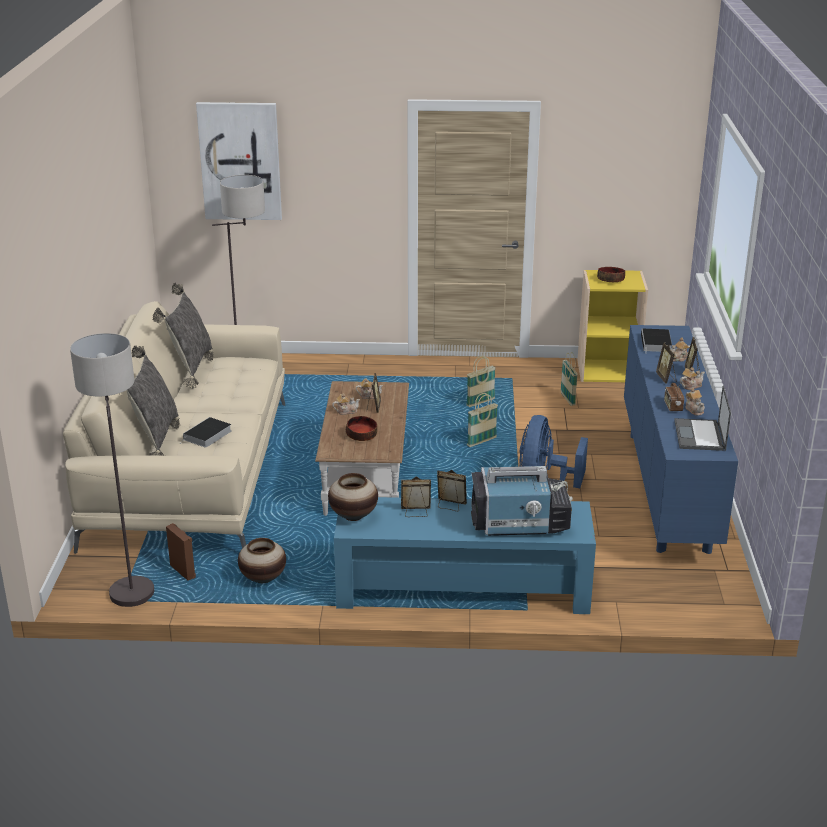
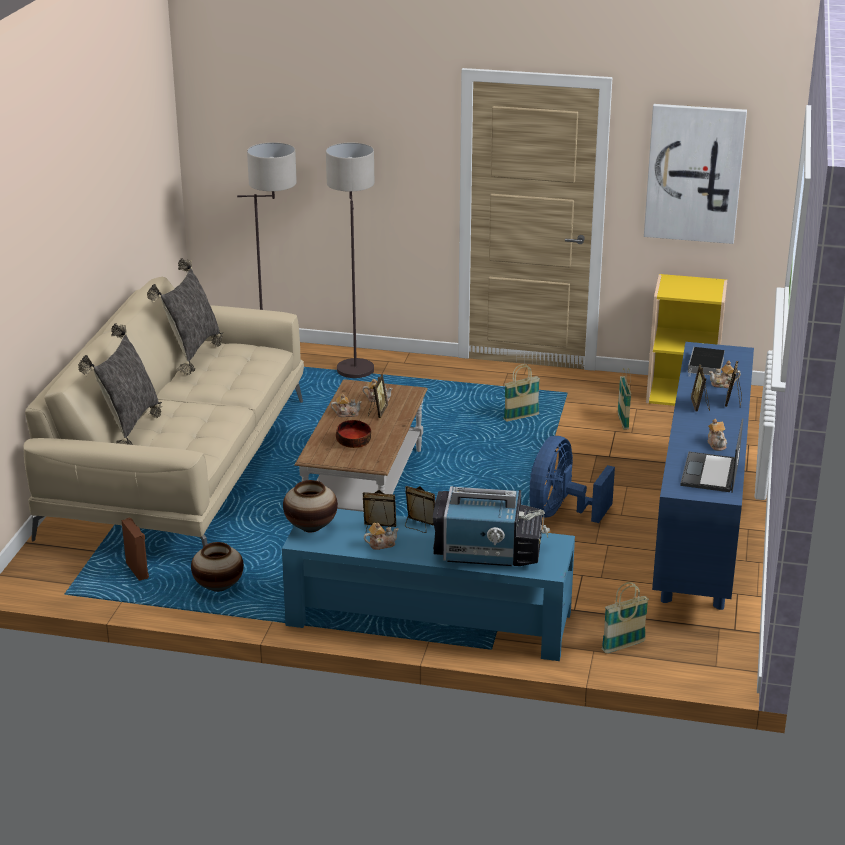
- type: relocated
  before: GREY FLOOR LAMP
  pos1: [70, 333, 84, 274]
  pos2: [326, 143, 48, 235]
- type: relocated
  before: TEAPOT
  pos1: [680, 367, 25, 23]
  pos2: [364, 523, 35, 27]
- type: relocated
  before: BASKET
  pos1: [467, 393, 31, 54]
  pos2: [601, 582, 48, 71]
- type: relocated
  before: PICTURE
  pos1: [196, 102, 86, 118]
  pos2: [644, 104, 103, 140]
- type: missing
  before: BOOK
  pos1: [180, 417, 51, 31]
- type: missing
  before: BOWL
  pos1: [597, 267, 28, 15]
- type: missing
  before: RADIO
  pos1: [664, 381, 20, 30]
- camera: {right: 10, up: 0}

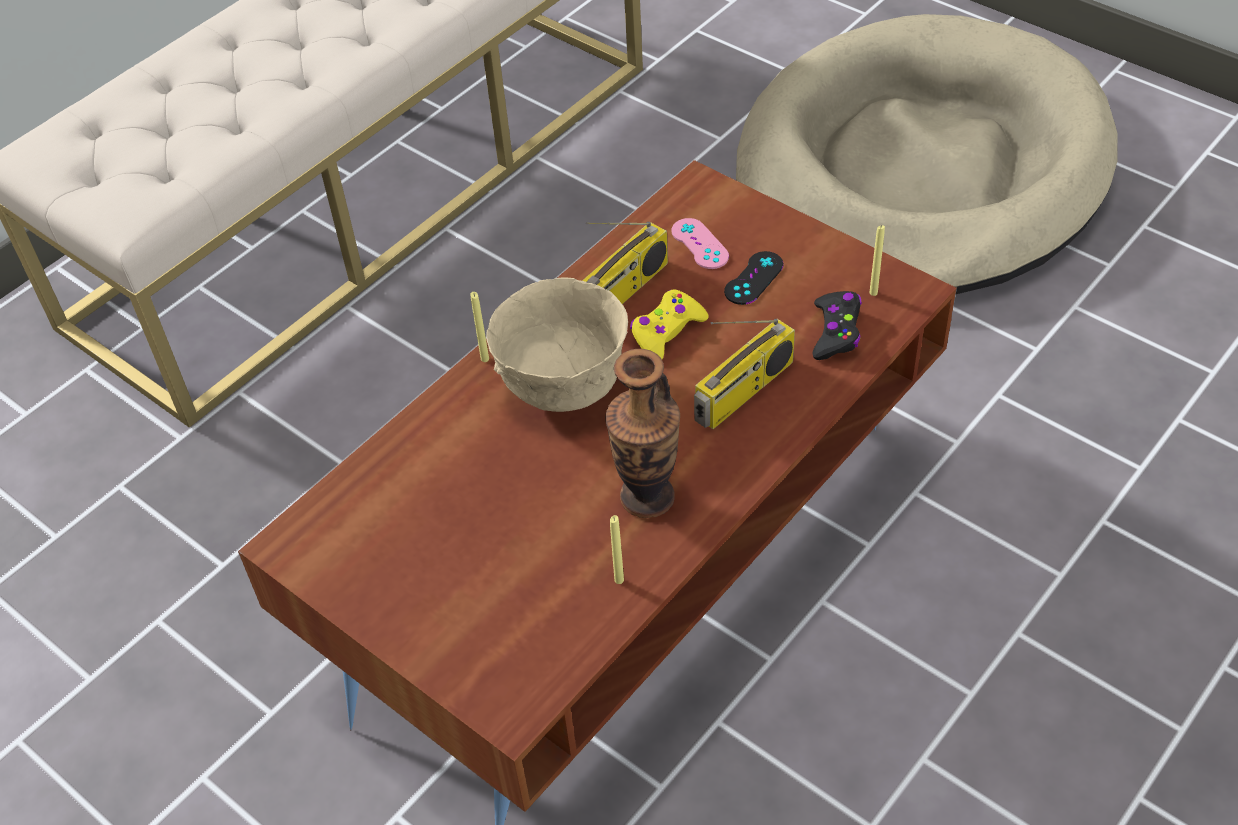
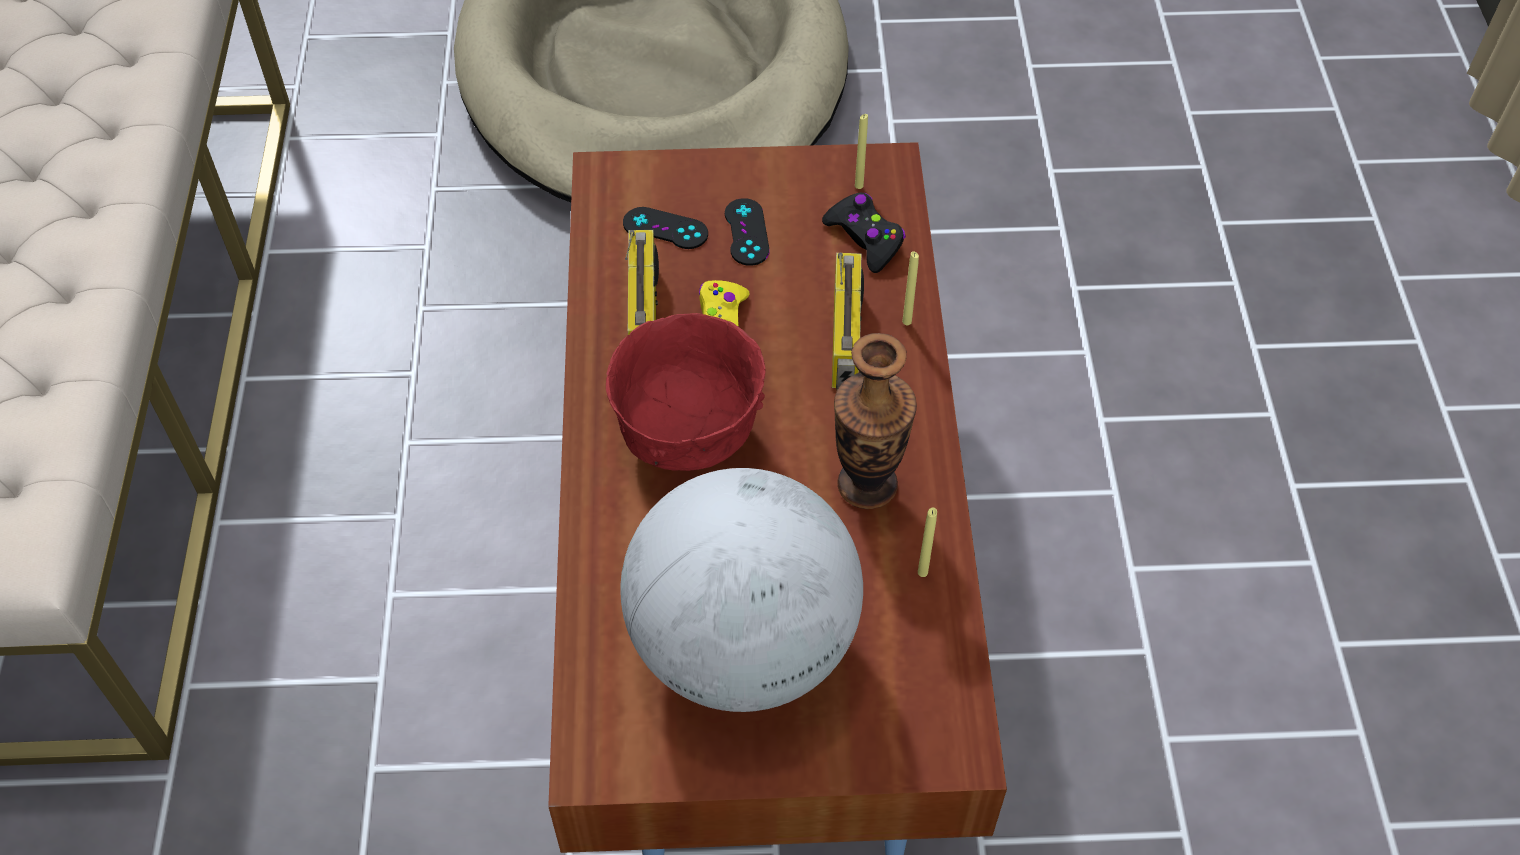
- type: colour
  before: BEIGE BOWL
  after: RED BOWL
  pos1: [486, 277, 142, 135]
  pos2: [606, 313, 159, 158]
- type: appeared
  after: GLOBE
  pos2: [620, 468, 243, 244]
- type: colour
  before: PINK GAME CONTROLLER
  after: BLACK GAME CONTROLLER
  pos1: [671, 218, 58, 51]
  pos2: [623, 207, 85, 42]
- type: relocated
  before: YELLOW CANDLE
  pos1: [470, 292, 19, 70]
  pos2: [902, 251, 17, 74]
- camera: {right: -45, up: 5}

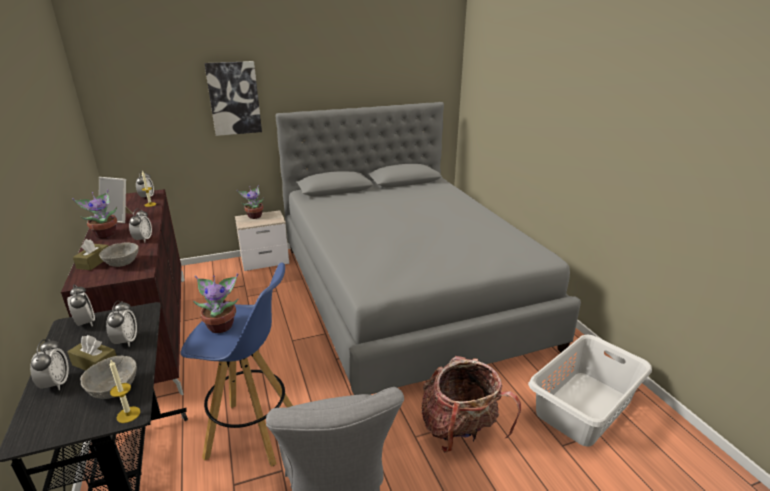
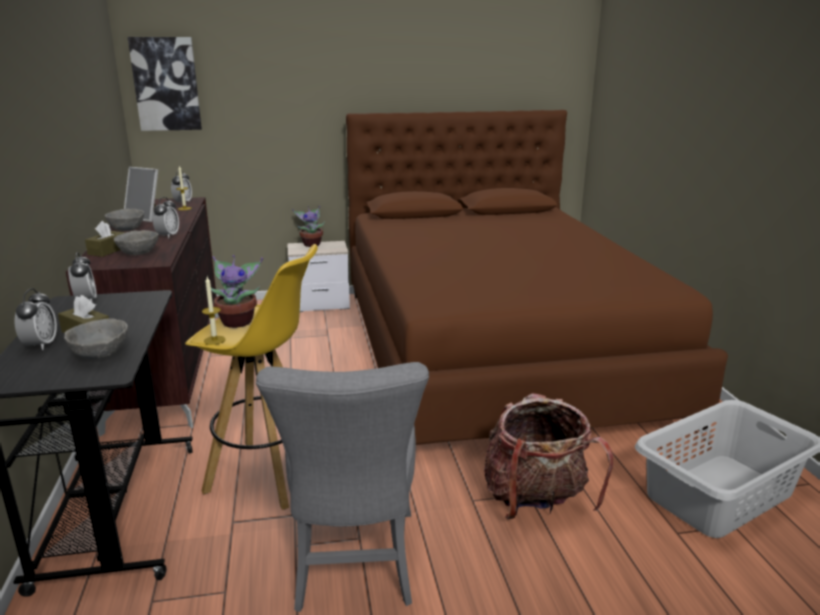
- type: exchanged
  before: POTTED PLANT
  after: GREY BOWL
  pos1: [72, 190, 45, 48]
  pos2: [104, 209, 40, 22]
- type: relocated
  before: PICTURE
  pos1: [204, 61, 58, 75]
  pos2: [128, 37, 74, 94]
- type: colour
  before: BLUE STOOL
  after: YELLOW STOOL
  pos1: [181, 262, 112, 205]
  pos2: [185, 244, 133, 266]
- type: relocated
  before: CANDLE
  pos1: [110, 360, 30, 63]
  pos2: [202, 277, 24, 68]
- type: colour
  before: GREY BED
  after: BROWN BED
  pos1: [276, 102, 305, 293]
  pos2: [346, 110, 382, 335]
- type: missing
  before: ALARM CLOCK
  pos1: [106, 301, 31, 46]
- camera: {right: 10, up: -5}

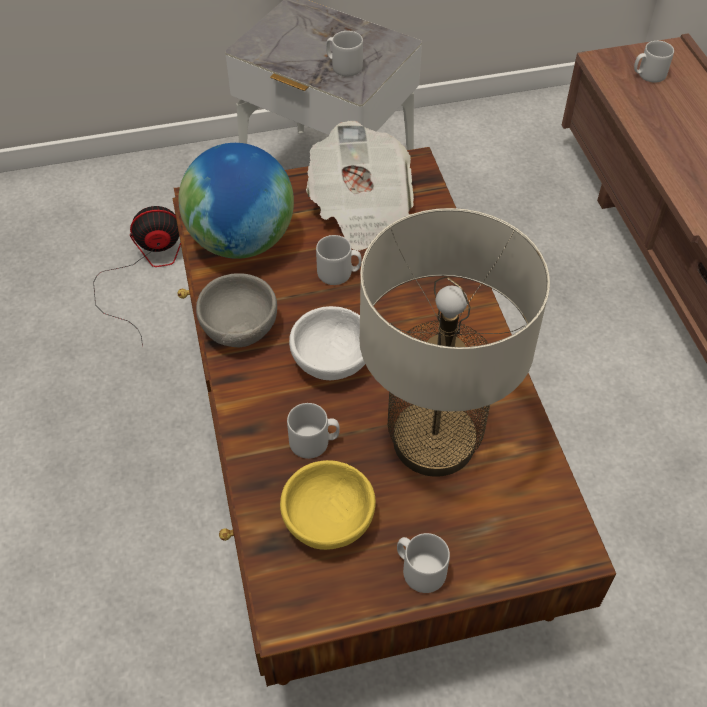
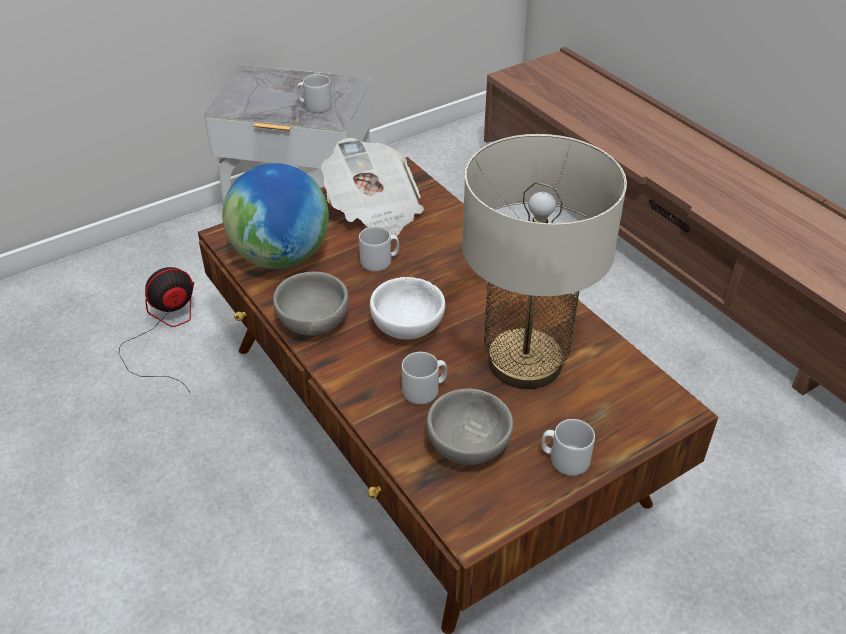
- type: colour
  before: YELLOW BOWL
  after: GREY BOWL
  pos1: [280, 460, 96, 90]
  pos2: [426, 388, 87, 77]
- type: missing
  before: GREY MUG
  pos1: [634, 41, 40, 41]
- camera: {right: -20, up: -10}

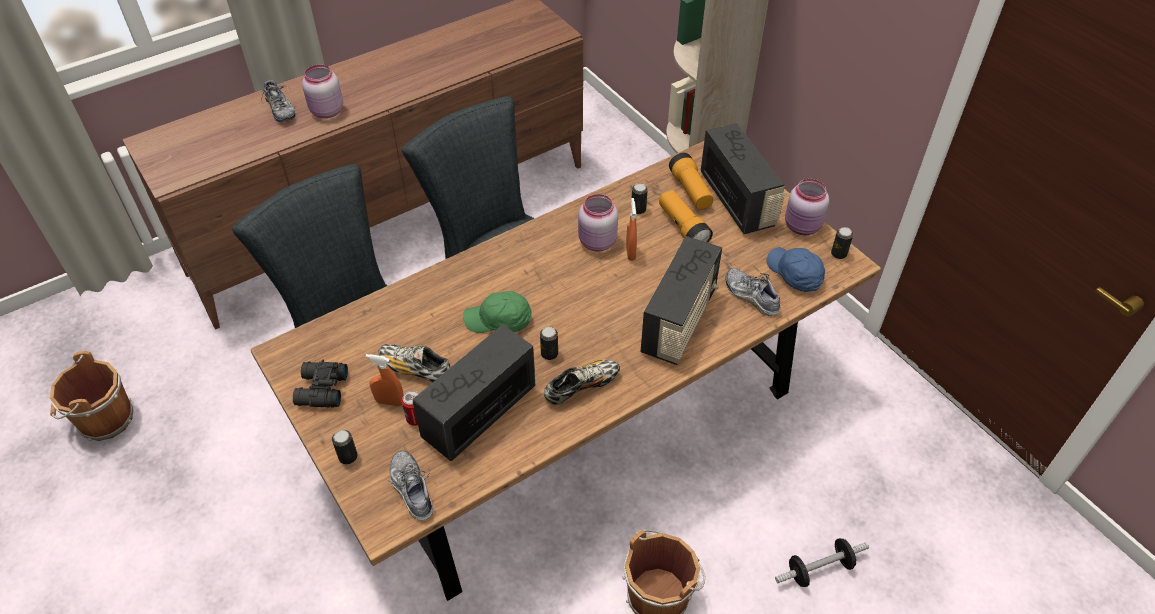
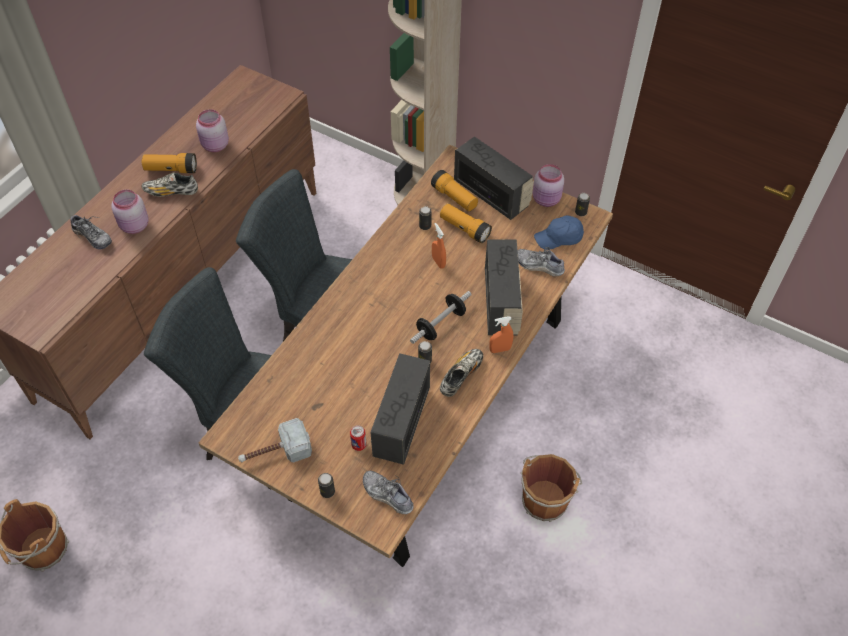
- type: appeared
  after: FLASHLIGHT
  pos2: [142, 153, 55, 20]
- type: relocated
  before: SHOE
  pos1: [378, 344, 73, 39]
  pos2: [142, 173, 56, 24]
- type: relocated
  before: PINK JAR
  pos1: [578, 194, 40, 57]
  pos2: [196, 109, 33, 43]
- type: exchanged
  before: BLACK BINOCULARS
  after: HAMMER
  pos1: [293, 359, 55, 48]
  pos2: [238, 418, 74, 44]
- type: relocated
  before: DUMBBELL
  pos1: [775, 538, 94, 49]
  pos2: [410, 291, 62, 53]
- type: relocated
  before: ORANGE SPRAY BOTTLE
  pos1: [366, 354, 38, 53]
  pos2: [489, 317, 24, 36]
- type: spun
  before: BLUE CAP
  pos1: [767, 247, 58, 45]
  pos2: [534, 215, 50, 35]
  turn: -45
- type: missing
  before: GREEN CAP
  pos1: [463, 291, 69, 42]
- camera: {right: -25, up: 5}

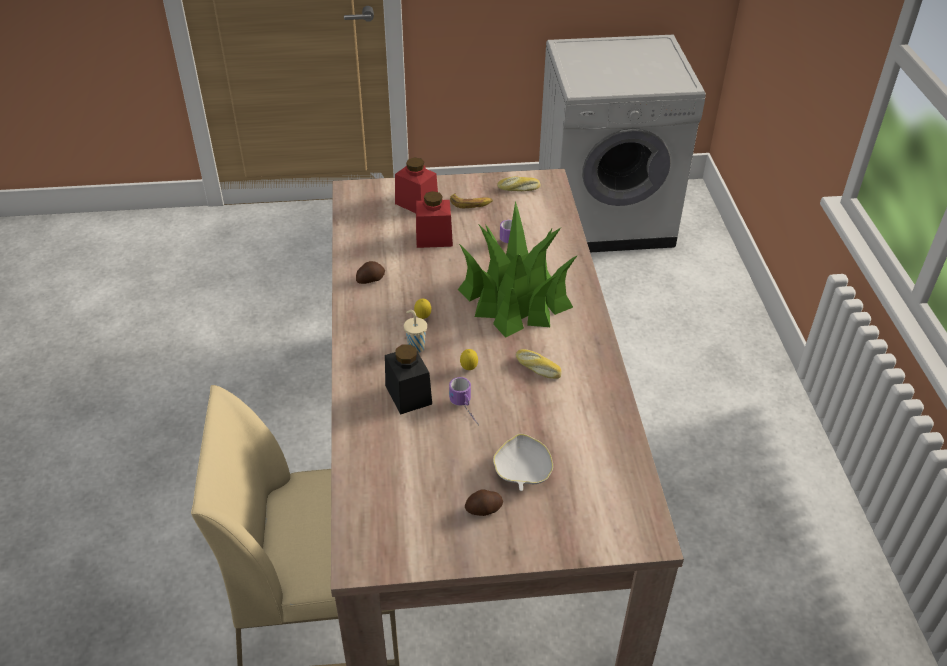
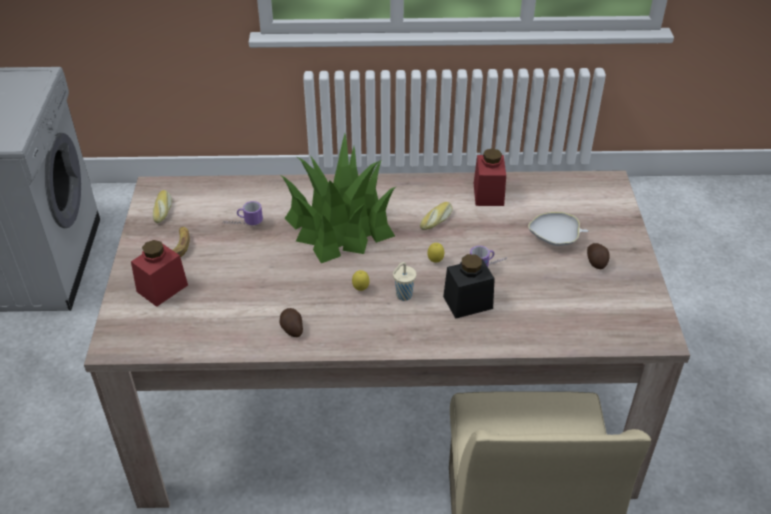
- type: relocated
  before: RED JAR
  pos1: [416, 191, 37, 57]
  pos2: [474, 148, 32, 58]
- camera: {right: -85, up: 0}

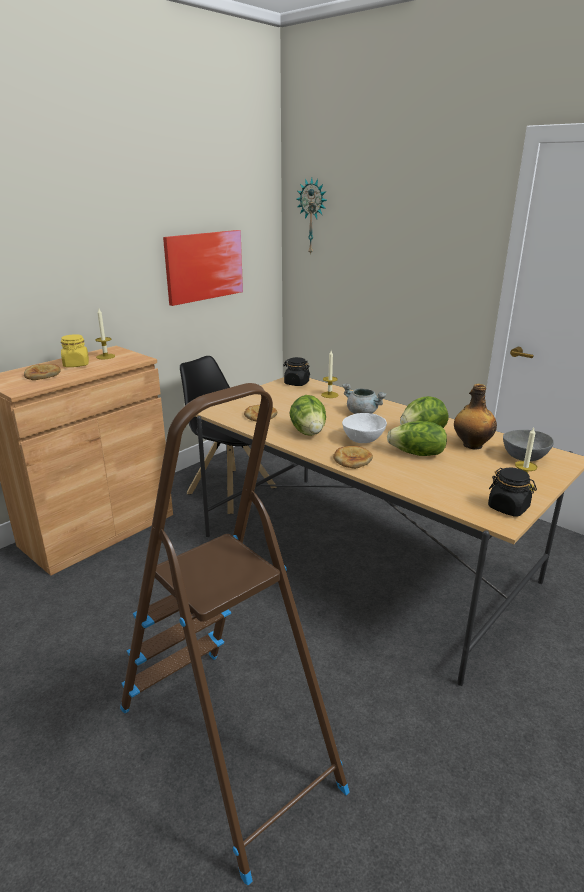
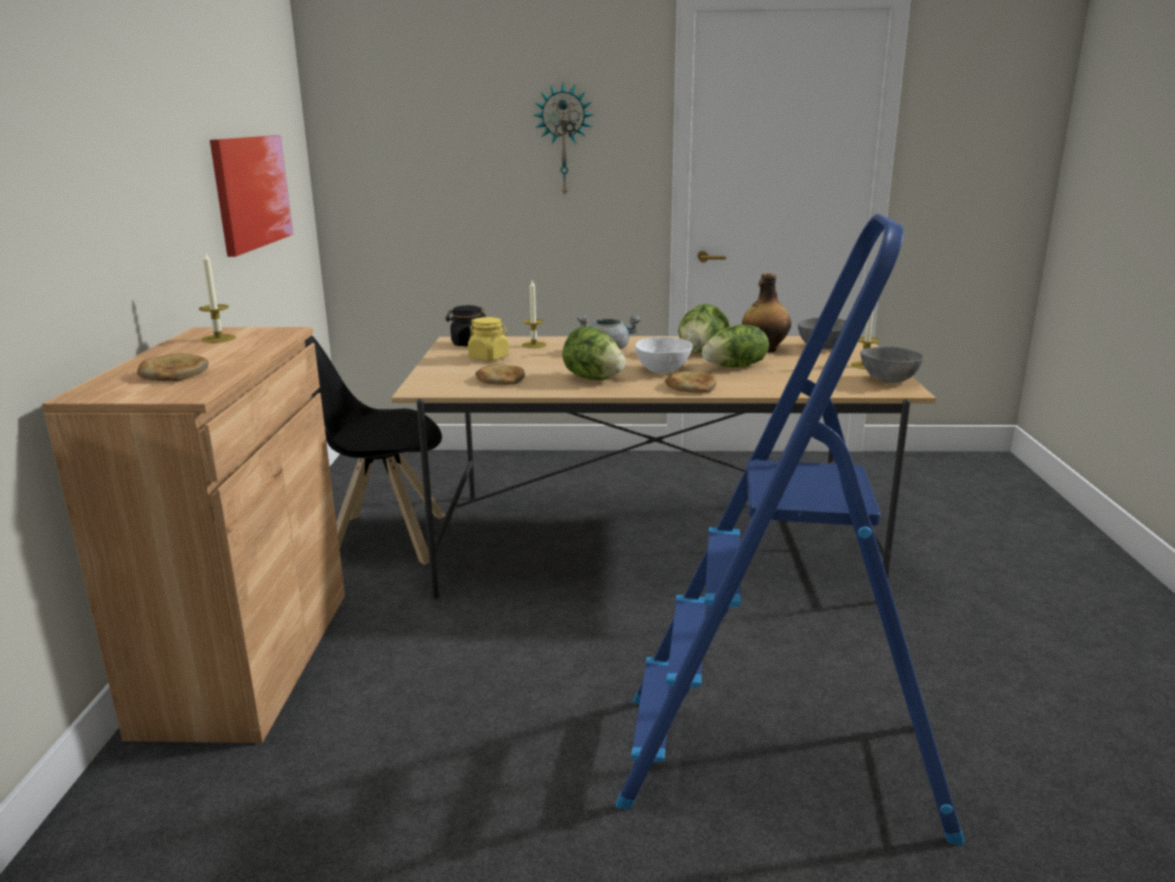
- type: relocated
  before: YELLOW JAR
  pos1: [61, 334, 28, 33]
  pos2: [468, 317, 41, 44]
- type: relocated
  before: WALL CLOCK
  pos1: [297, 178, 30, 78]
  pos2: [533, 82, 61, 114]
- type: colour
  before: BROWN STEP LADDER
  after: BLUE STEP LADDER
  pos1: [120, 383, 229, 502]
  pos2: [615, 214, 350, 631]
- type: exchanged
  before: BLACK JAR
  after: GREY BOWL
  pos1: [488, 468, 49, 49]
  pos2: [860, 347, 63, 36]
- camera: {right: -40, up: -5}

